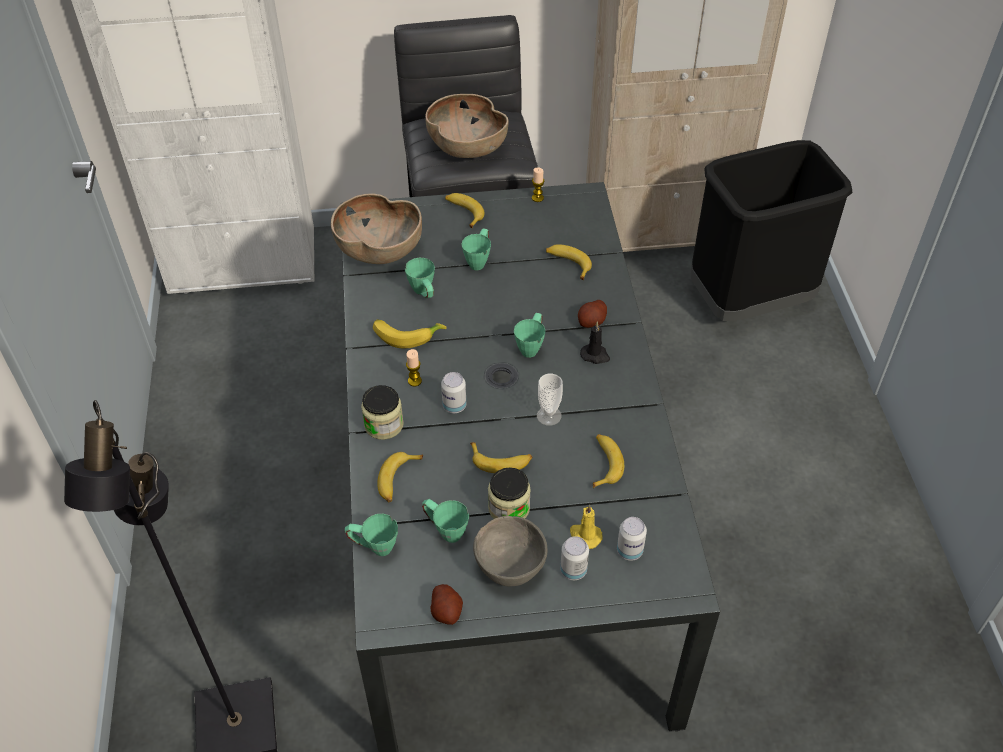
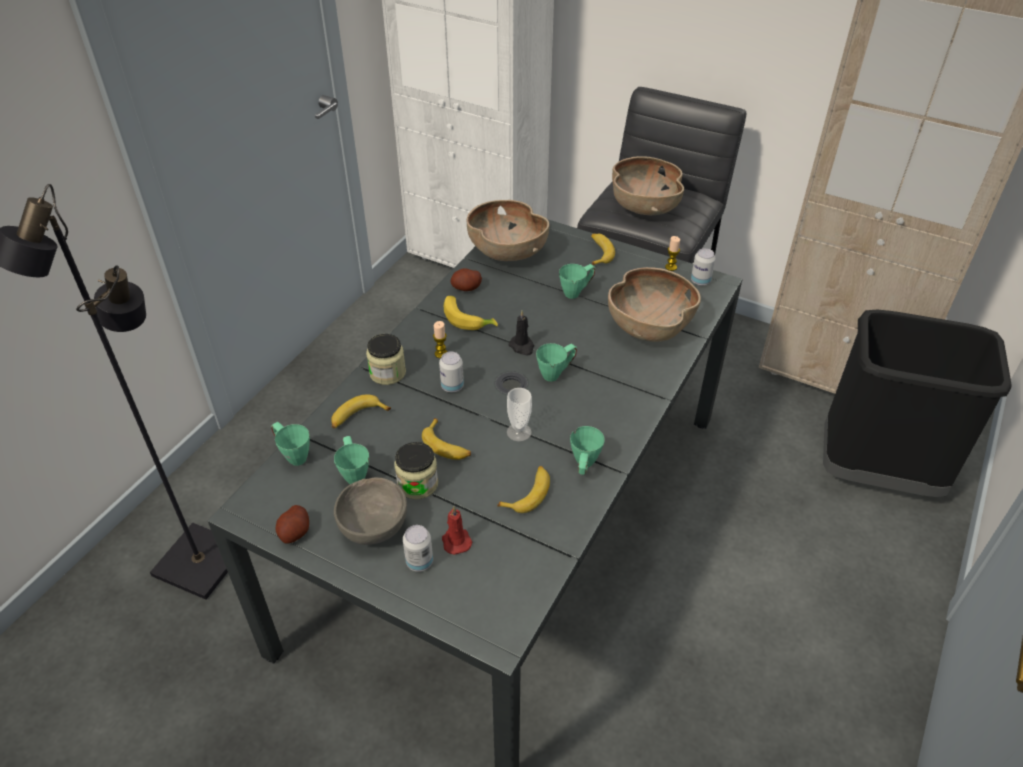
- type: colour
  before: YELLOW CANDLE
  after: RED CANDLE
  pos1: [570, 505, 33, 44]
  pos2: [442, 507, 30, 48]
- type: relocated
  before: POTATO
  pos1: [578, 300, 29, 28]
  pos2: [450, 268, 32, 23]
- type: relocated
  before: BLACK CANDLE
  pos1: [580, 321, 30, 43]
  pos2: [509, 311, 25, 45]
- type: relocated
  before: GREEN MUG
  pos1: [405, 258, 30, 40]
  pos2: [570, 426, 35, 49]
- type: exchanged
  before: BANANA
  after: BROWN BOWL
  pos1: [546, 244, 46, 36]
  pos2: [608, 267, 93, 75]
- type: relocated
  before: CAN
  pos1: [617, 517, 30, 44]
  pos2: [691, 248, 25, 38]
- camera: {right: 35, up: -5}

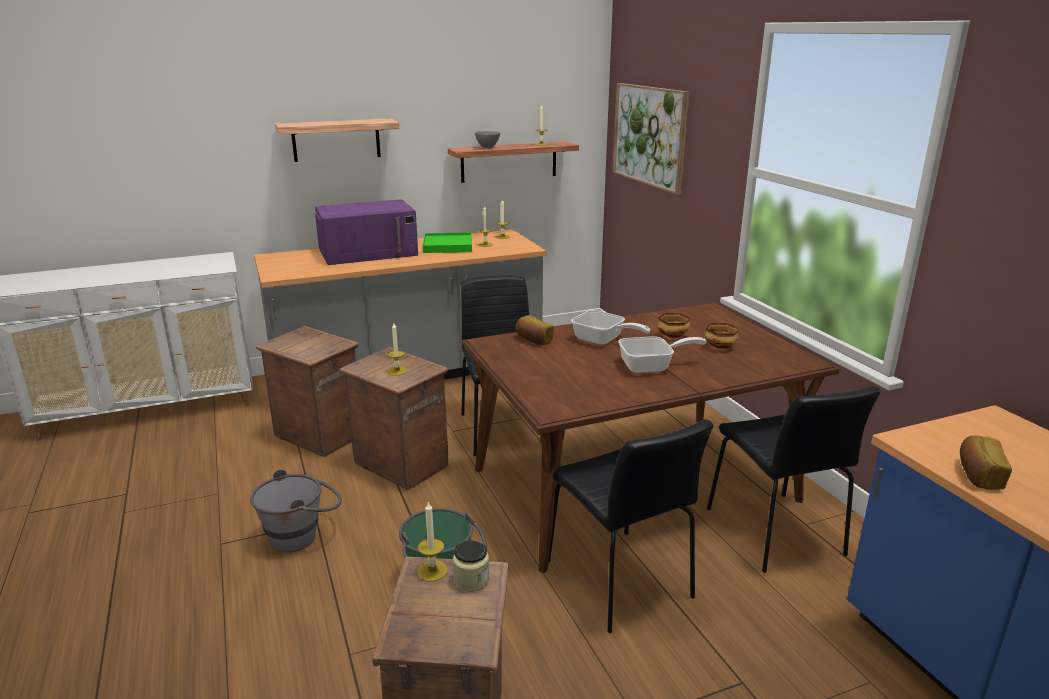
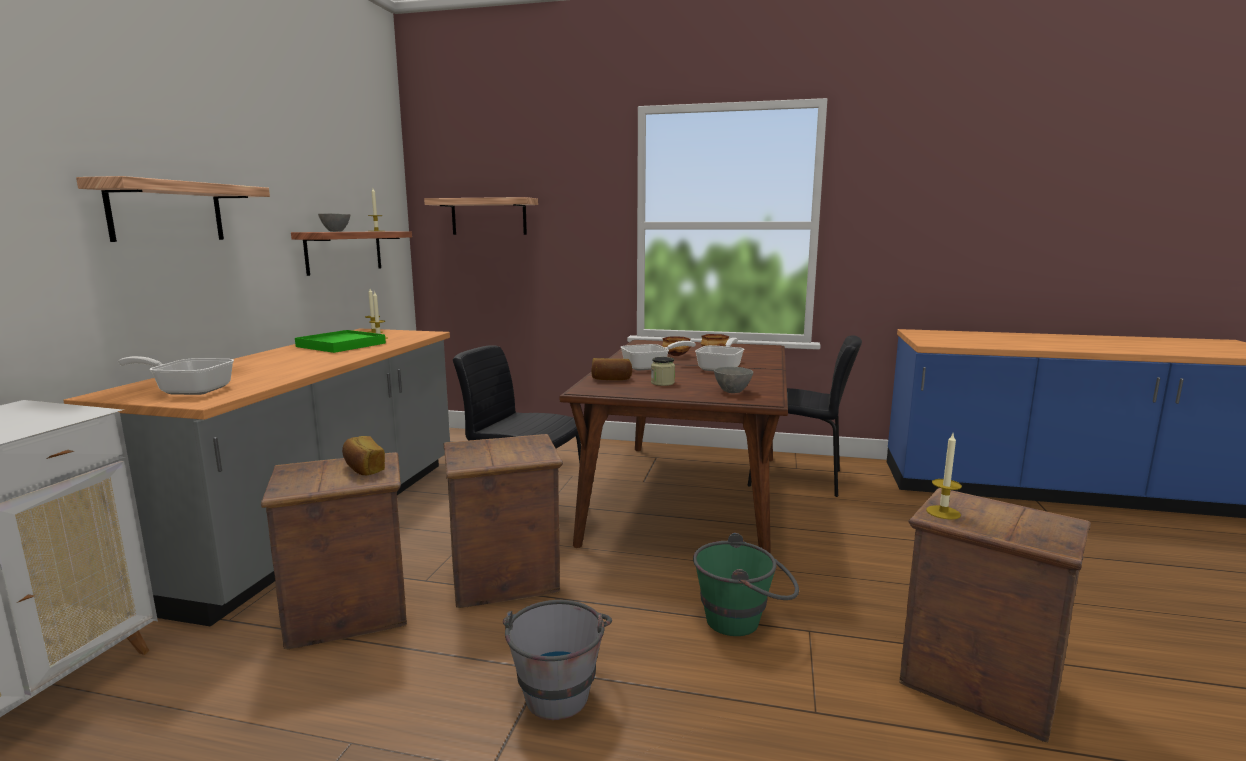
- type: appeared
  after: FRYING PAN
  pos2: [118, 356, 116, 39]
- type: relocated
  before: BREAD
  pos1: [960, 435, 52, 55]
  pos2: [342, 436, 43, 40]
- type: exchanged
  before: PICTURE
  after: SHELF
  pos1: [613, 83, 77, 111]
  pos2: [424, 197, 114, 38]
- type: relocated
  before: JAR
  pos1: [453, 540, 36, 52]
  pos2: [651, 357, 24, 29]
- type: appeared
  after: GREY BOWL
  pos2: [714, 367, 39, 26]
- type: missing
  before: PURPLE MICROWAVE
  pos1: [315, 199, 103, 66]
- type: missing
  before: CANDLE
  pos1: [387, 323, 20, 52]
- type: missing
  before: BLACK CHAIR
  pos1: [549, 419, 164, 214]
- camera: {right: -55, up: -10}

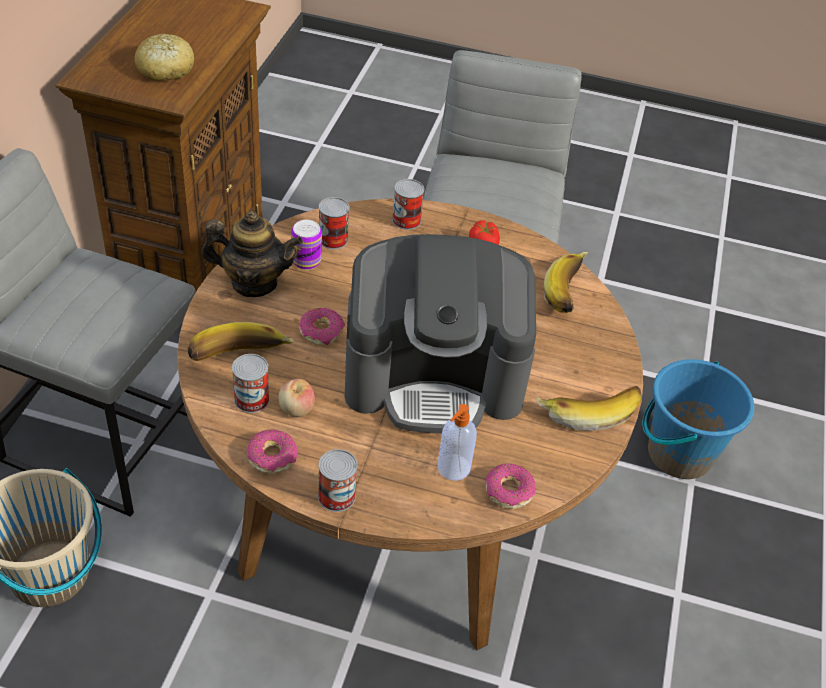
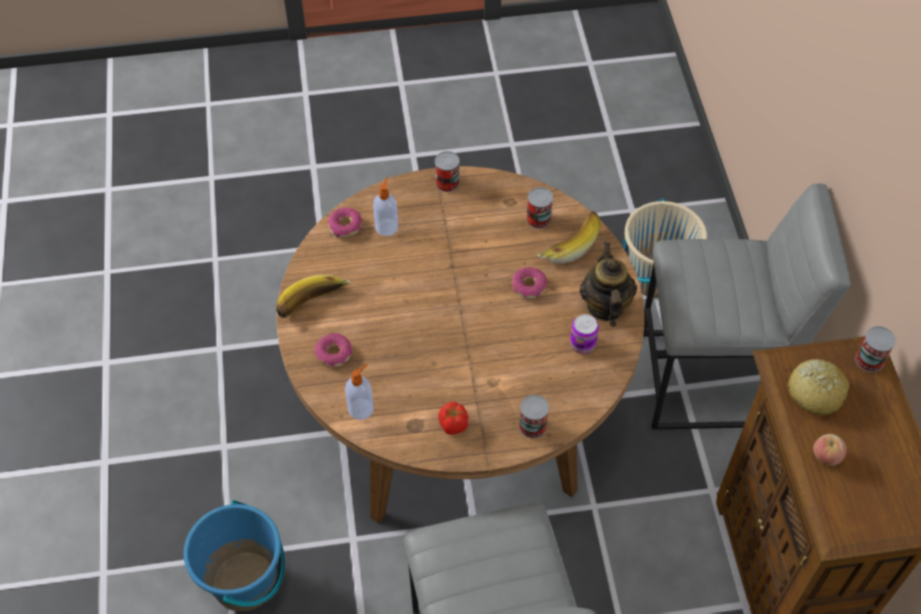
- type: relocated
  before: DONUT
  pos1: [247, 430, 50, 43]
  pos2: [315, 333, 37, 35]
- type: exchanged
  before: BANANA
  after: SOAP DISPENSER
  pos1: [543, 251, 46, 62]
  pos2: [345, 364, 29, 56]
- type: spun
  before: TEAPOT
  pos1: [202, 211, 101, 86]
  pos2: [580, 242, 57, 85]
  turn: 105
- type: relocated
  before: APPLE
  pos1: [279, 379, 36, 38]
  pos2: [813, 434, 34, 32]
- type: relocated
  before: CAN
  pos1: [319, 197, 31, 52]
  pos2: [855, 326, 41, 46]
- type: missing
  before: COFFEE MACHINE
  pos1: [345, 234, 191, 200]
- camera: {right: 160, up: 10}

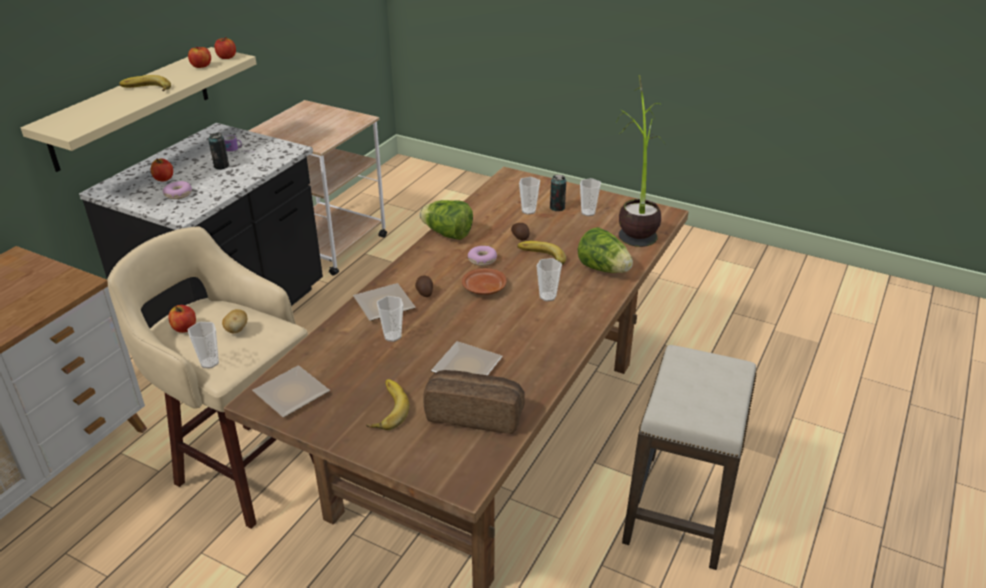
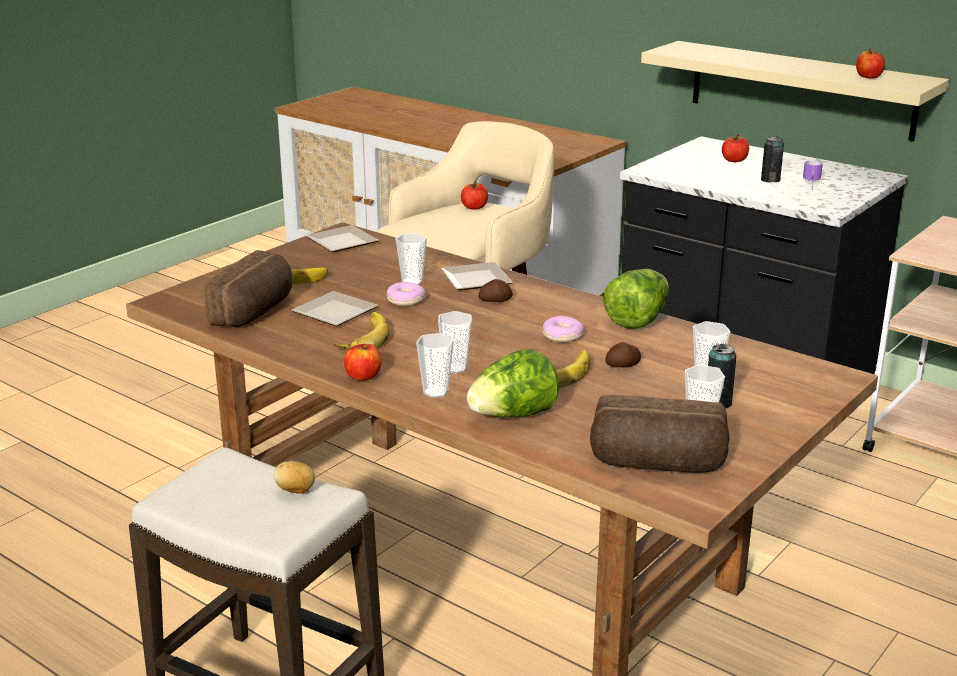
- type: relocated
  before: POTATO
  pos1: [222, 309, 25, 24]
  pos2: [274, 461, 41, 33]
- type: relocated
  before: BANANA
  pos1: [119, 75, 52, 16]
  pos2: [334, 312, 55, 38]
- type: relocated
  before: APPLE
  pos1: [215, 37, 21, 22]
  pos2: [344, 344, 38, 37]
- type: relocated
  before: DONUT
  pos1: [163, 181, 29, 18]
  pos2: [387, 282, 39, 24]
- type: relocated
  before: CUP
  pos1: [188, 322, 31, 47]
  pos2: [416, 333, 38, 65]
- type: exchanged
  before: POTTED PLANT
  after: BREAD
  pos1: [617, 75, 47, 172]
  pos2: [590, 395, 139, 78]
- type: missing
  before: BROWN PLATE
  pos1: [462, 268, 45, 27]
- camera: {right: 100, up: -10}

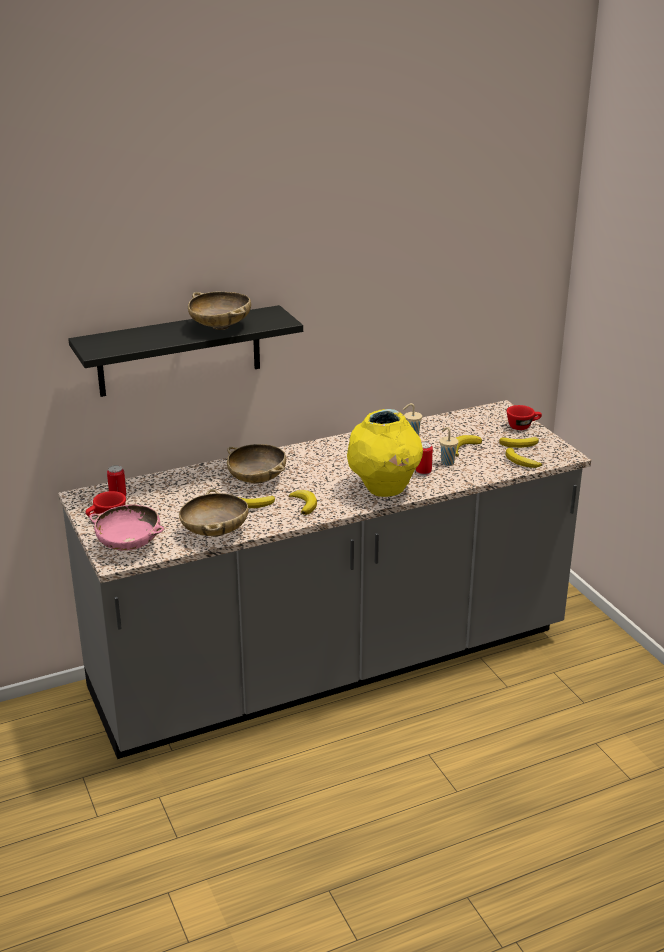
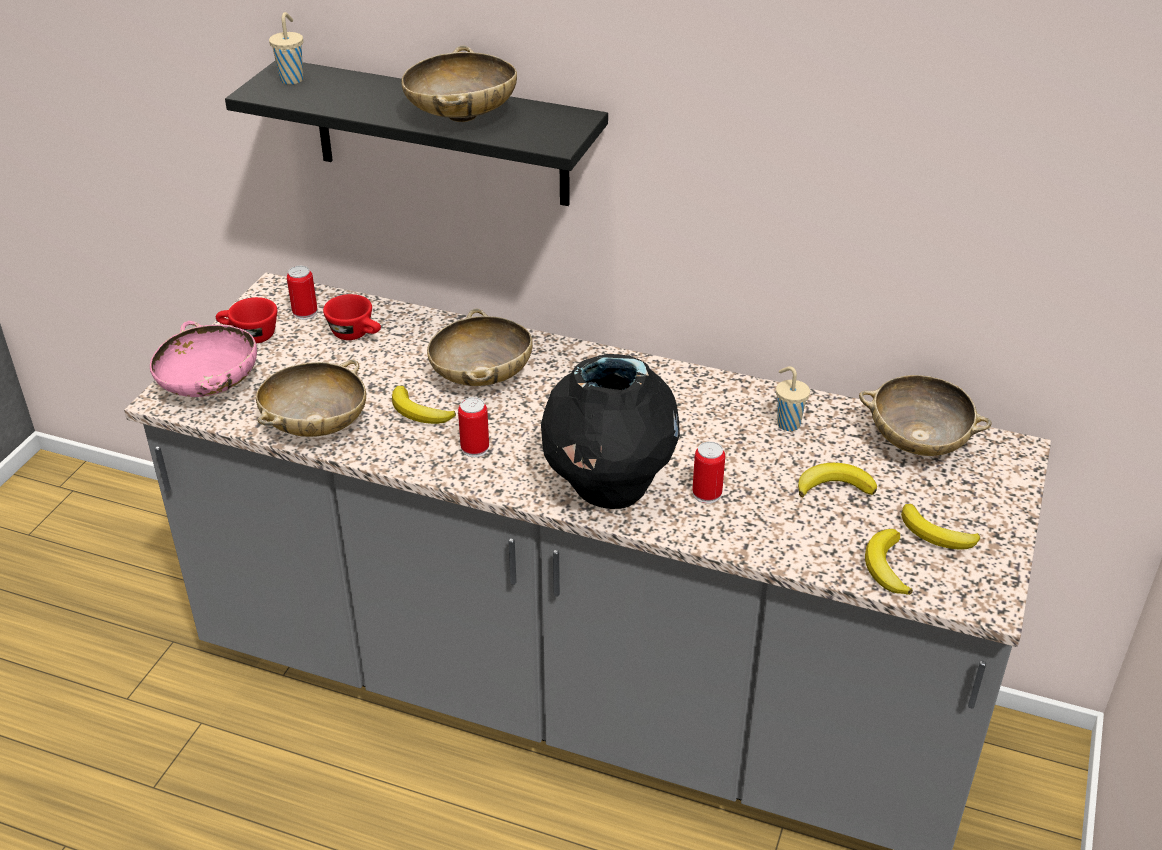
- type: relocated
  before: BEIGE CUP
  pos1: [439, 427, 20, 39]
  pos2: [269, 12, 34, 73]
- type: relocated
  before: RED CUP
  pos1: [506, 405, 36, 25]
  pos2: [323, 294, 58, 46]
- type: exchanged
  before: BANANA
  after: CAN
  pos1: [289, 490, 28, 25]
  pos2: [458, 397, 31, 60]
- type: colour
  before: YELLOW VASE
  after: BLACK VASE
  pos1: [347, 409, 76, 88]
  pos2: [541, 354, 139, 155]
- type: appeared
  after: BEIGE BOWL
  pos2: [859, 375, 133, 81]
- camera: {right: 45, up: 10}

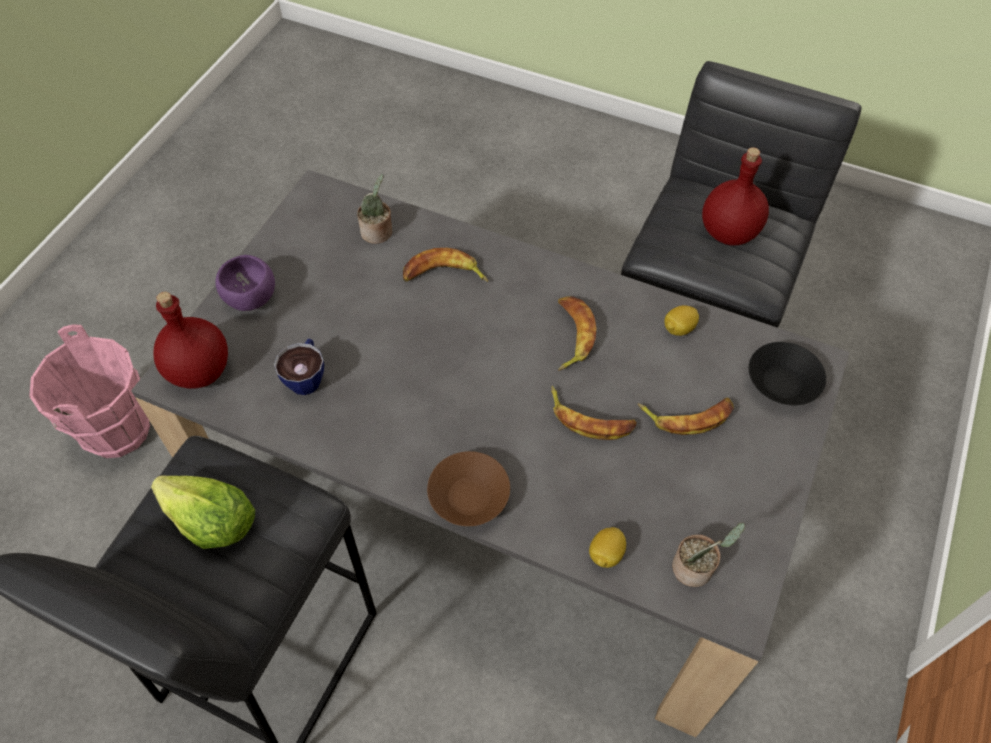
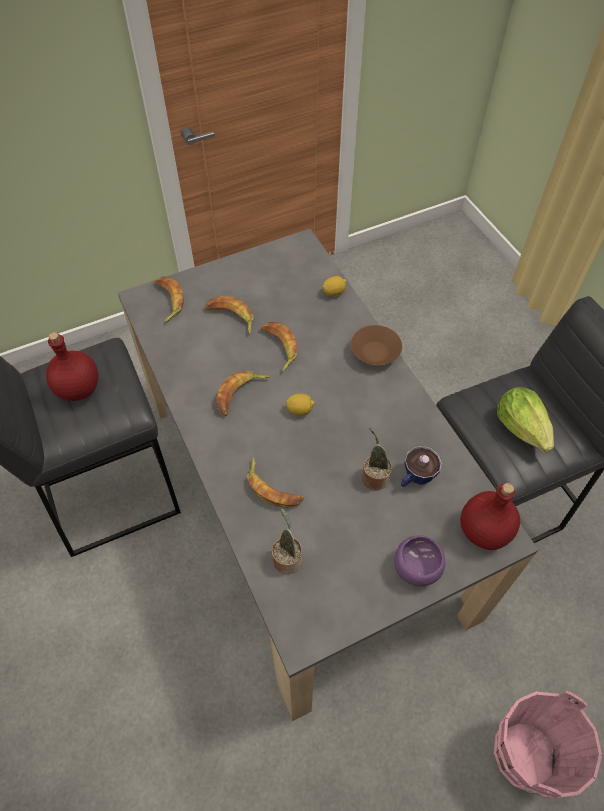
- type: exchanged
  before: BLACK BOWL
  after: BANANA
  pos1: [749, 342, 77, 63]
  pos2: [154, 276, 30, 47]
- type: relocated
  before: LEMON
  pos1: [664, 305, 35, 31]
  pos2: [286, 393, 29, 22]
- type: relocated
  before: POTTED PLANT
  pos1: [672, 522, 73, 65]
  pos2: [363, 427, 29, 63]
- camera: {right: -140, up: 0}

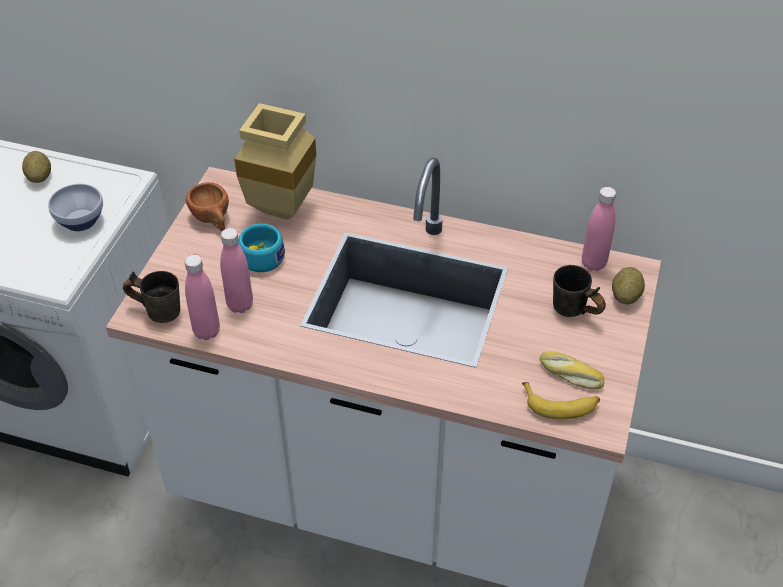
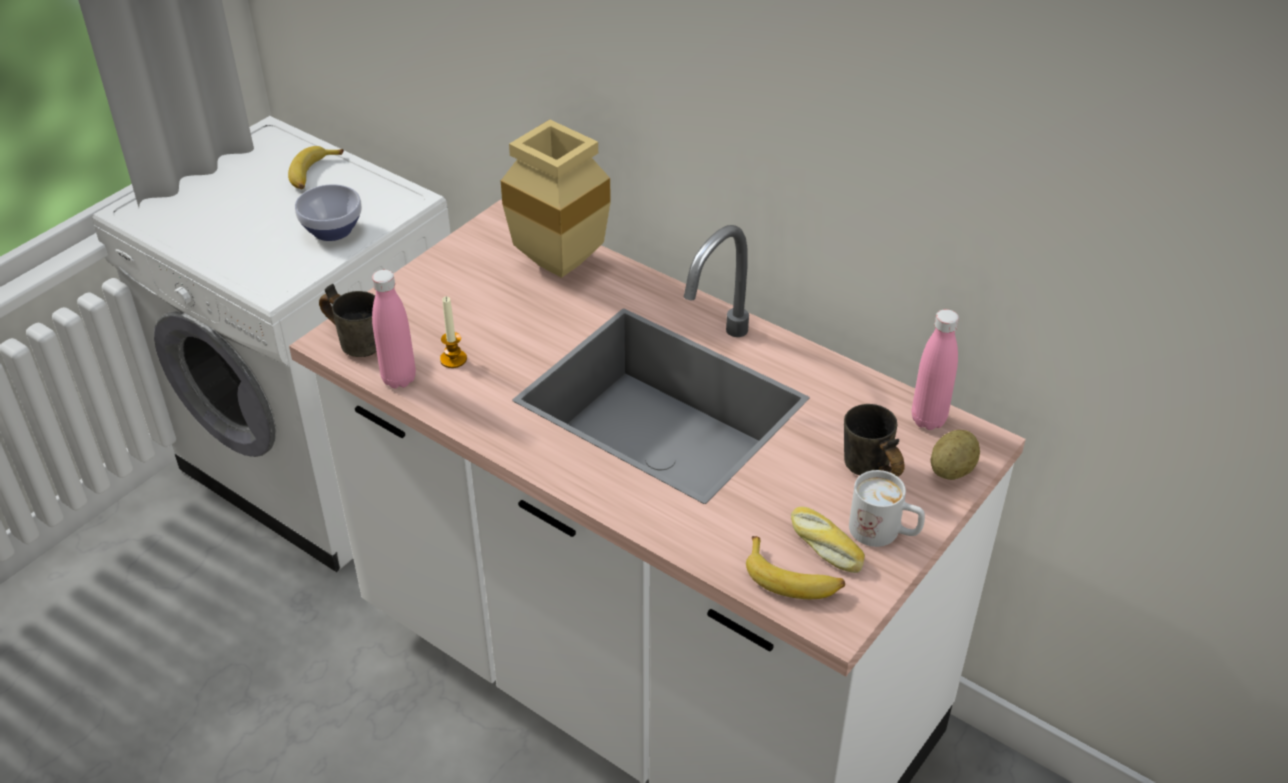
- type: exchanged
  before: POTATO
  after: BANANA
  pos1: [22, 151, 29, 32]
  pos2: [288, 146, 56, 43]
- type: exchanged
  before: PINK BOTTLE
  after: CANDLE
  pos1: [220, 228, 33, 85]
  pos2: [440, 296, 27, 72]
- type: appeared
  after: WHITE MUG
  pos2: [849, 470, 76, 77]
- type: missing
  before: BROWN CUP
  pos1: [186, 182, 43, 49]
- type: missing
  before: TURQUOISE CUP
  pos1: [238, 224, 47, 48]
- camera: {right: 20, up: -5}

